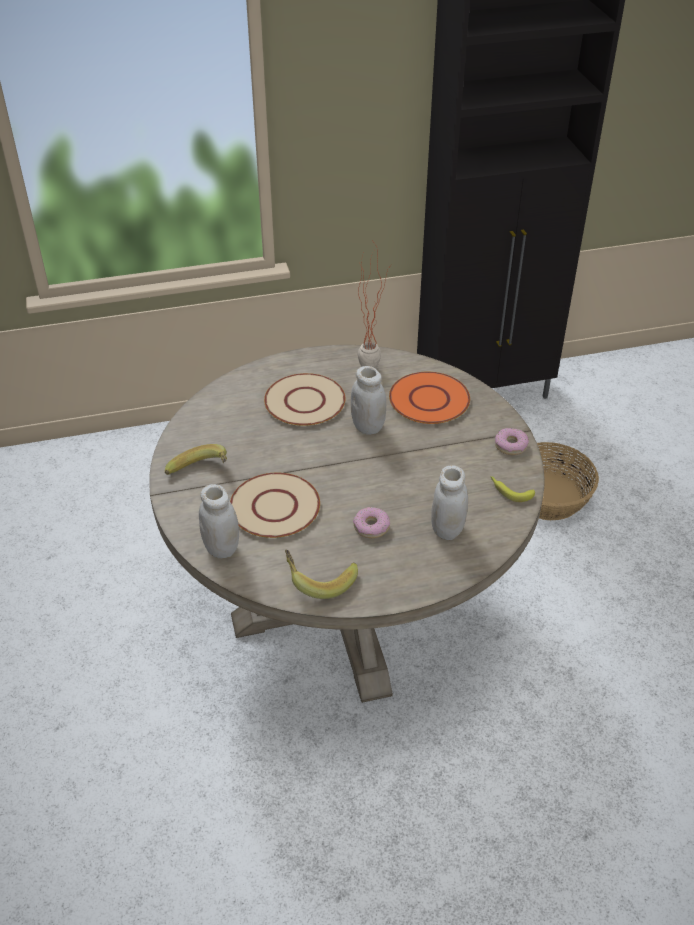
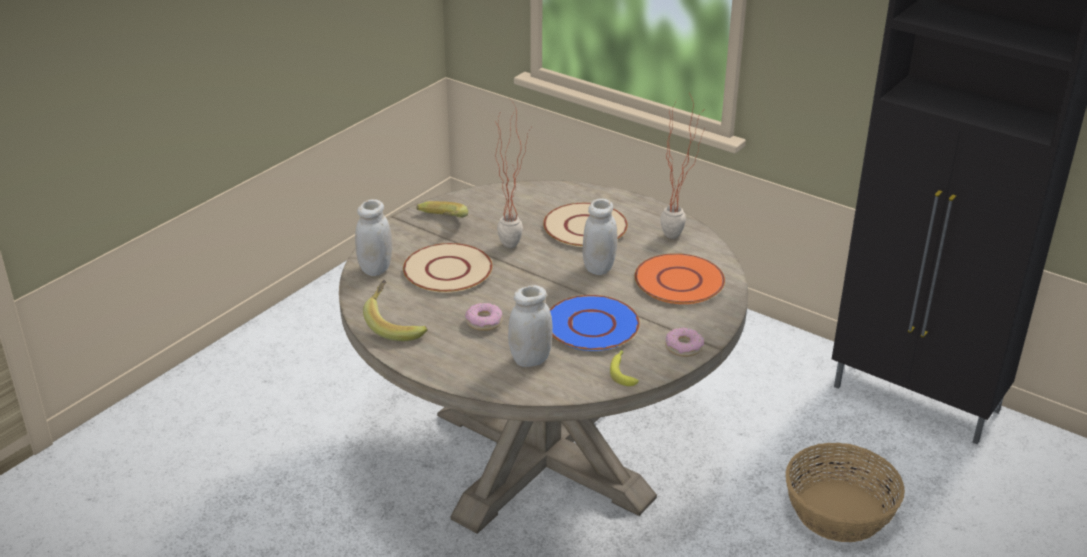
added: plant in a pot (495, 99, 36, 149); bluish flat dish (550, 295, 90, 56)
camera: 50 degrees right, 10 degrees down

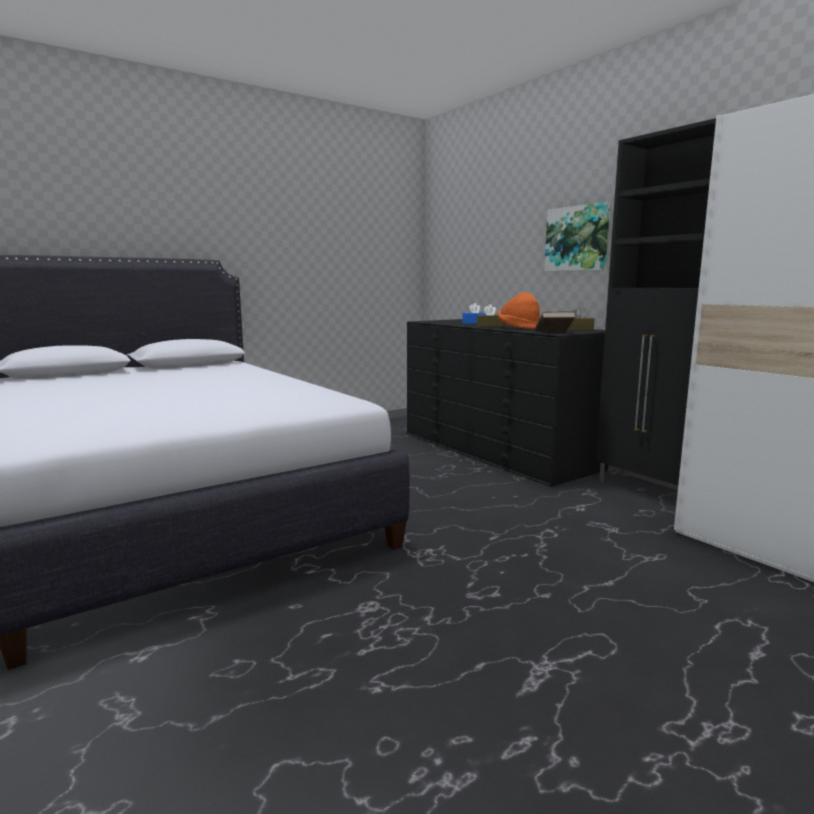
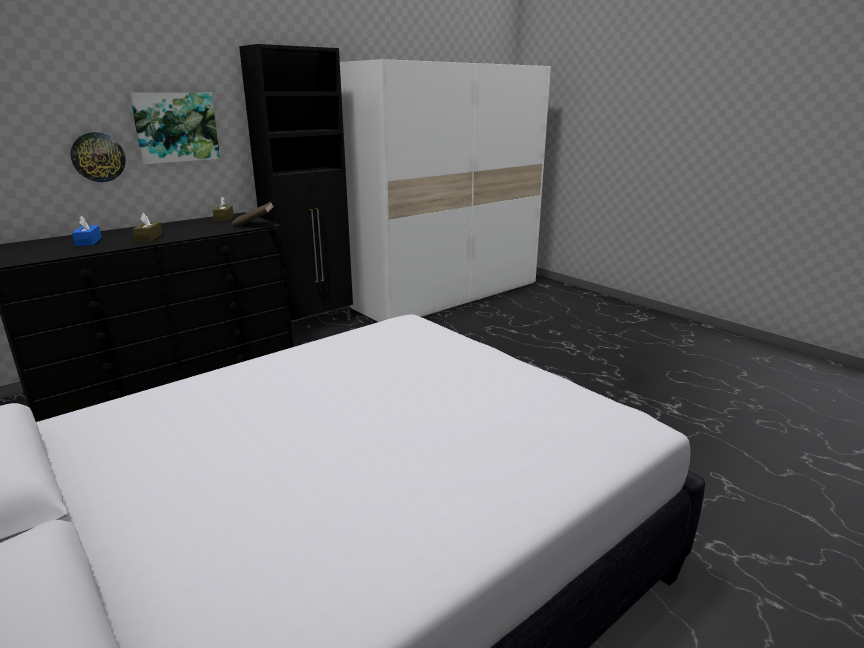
removed: orangey wearable hat (498, 292, 42, 38)
added: wall clock (70, 132, 56, 50)
camera: 95 degrees left, 10 degrees up

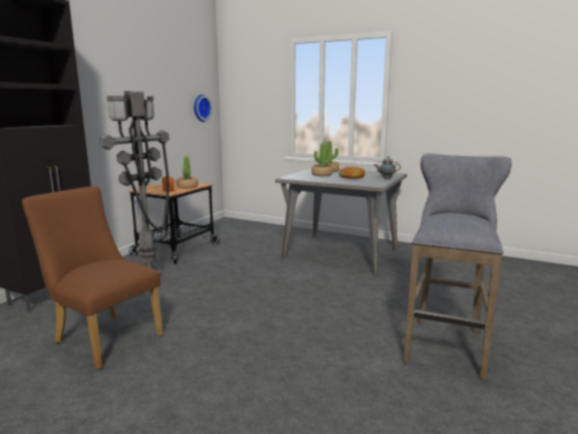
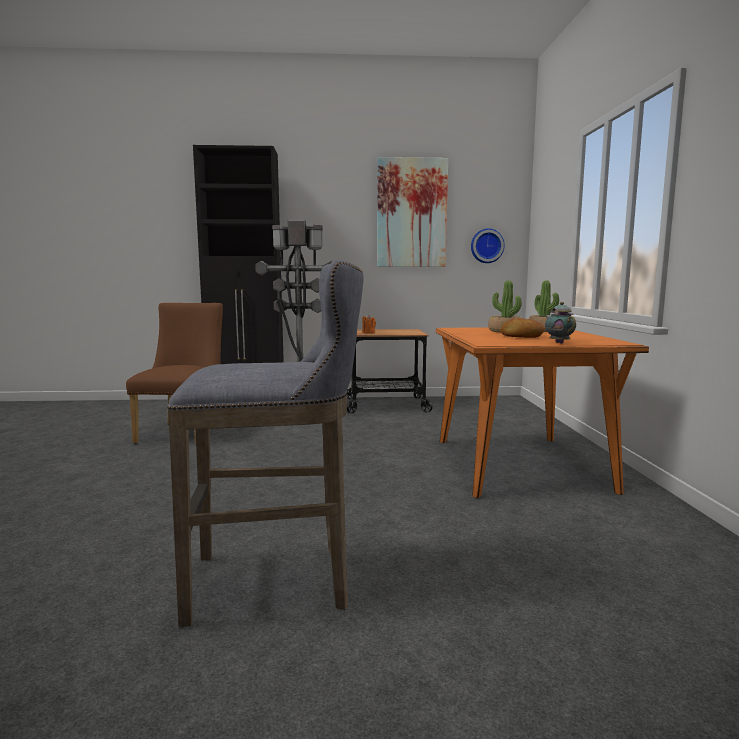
removed: plant in a pot (177, 156, 21, 33)
added: picture (377, 157, 71, 110)
recoloured: greyish kitchen table (275, 168, 132, 106) to orangey kitchen table (436, 327, 213, 171)
camera: 60 degrees right, 5 degrees down

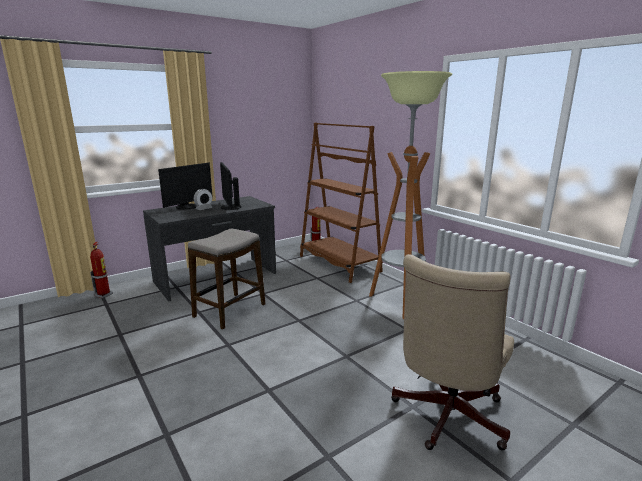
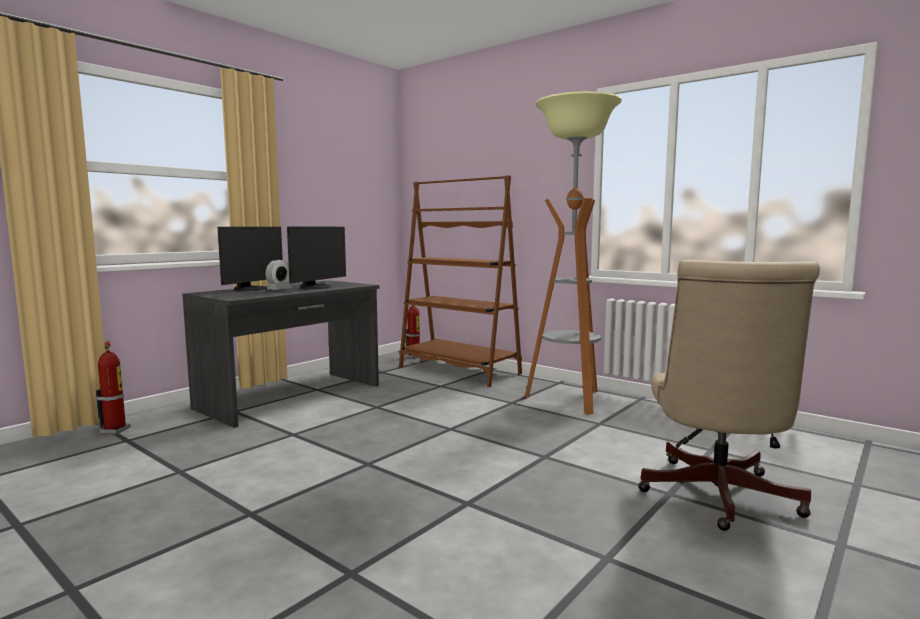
removed: sitting stool (188, 229, 77, 100)
turned: computer screen (220, 162, 21, 48) = (287, 227, 59, 62) 120 degrees counterclockwise
camera: 15 degrees left, 10 degrees down

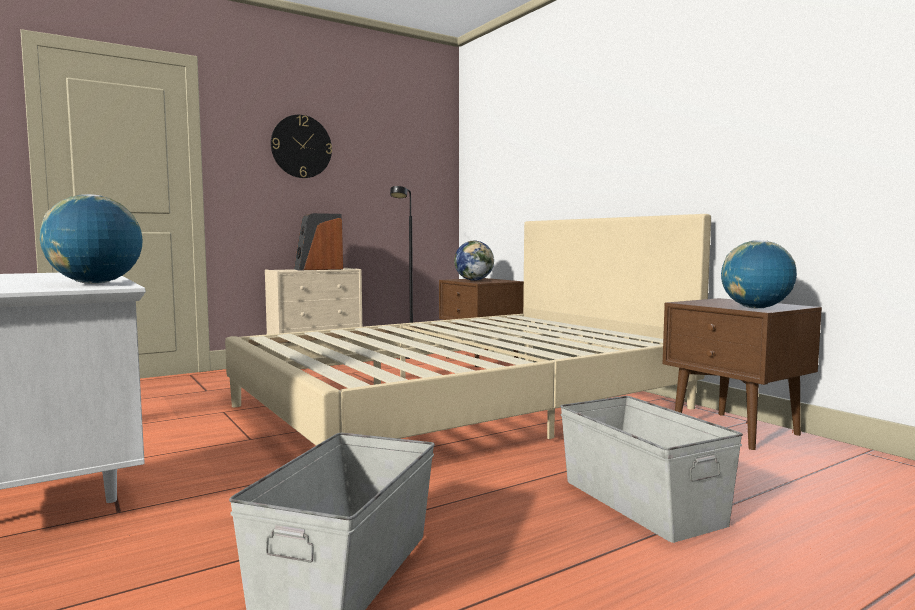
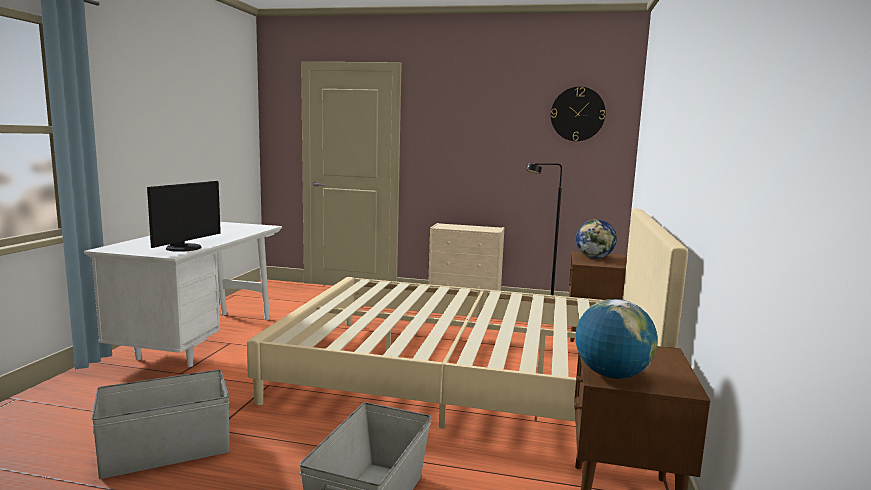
removed: loudspeaker (294, 213, 49, 57)
moved: wall clock (271, 115, 61, 63) to (551, 87, 55, 54)
replaced: globe (40, 194, 103, 90) to computer screen (147, 181, 74, 71)
camera: 45 degrees right, 5 degrees up

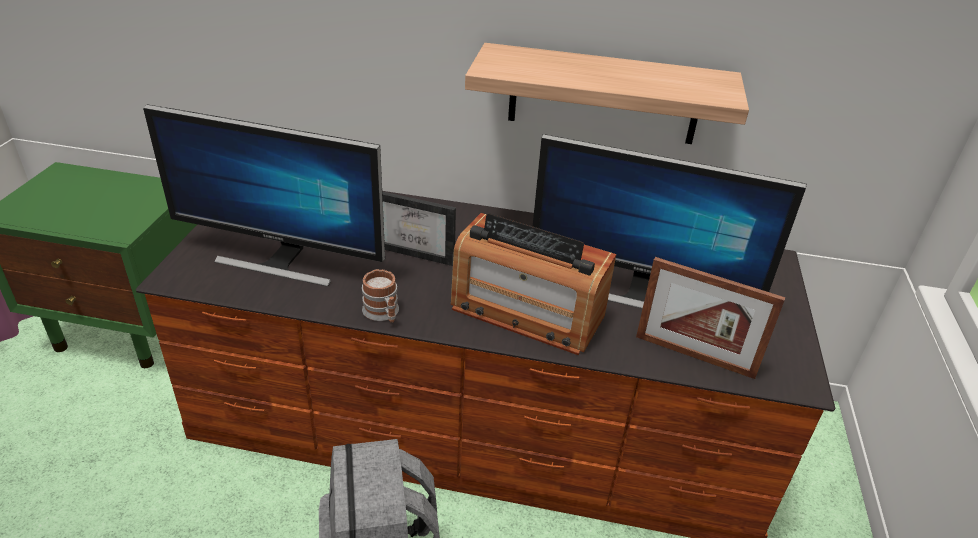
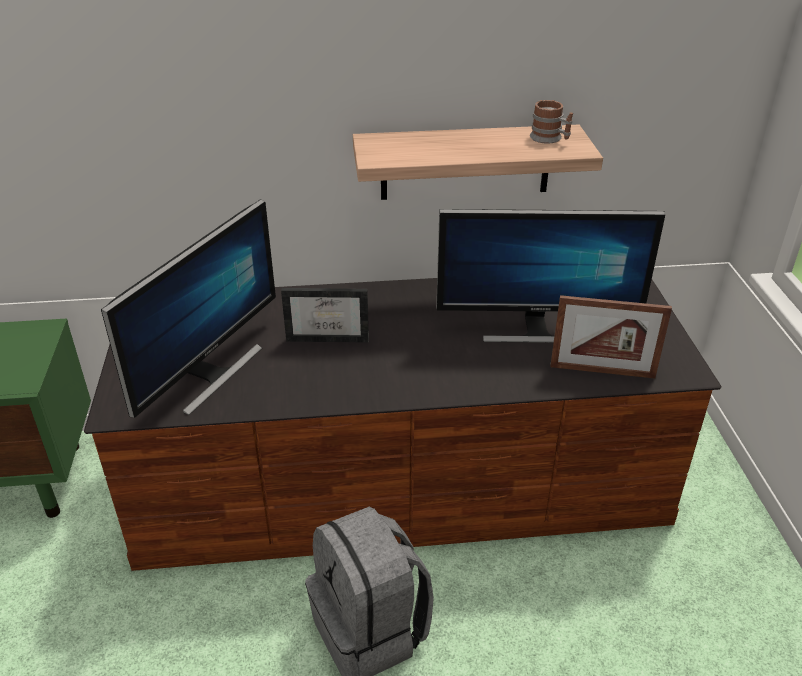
removed: radio (451, 213, 165, 142)
moved: tea mug (362, 269, 37, 54) to (530, 100, 43, 43)
turned: computer screen (143, 104, 242, 183) = (101, 199, 175, 219) 60 degrees counterclockwise
camera: 15 degrees left, 0 degrees up

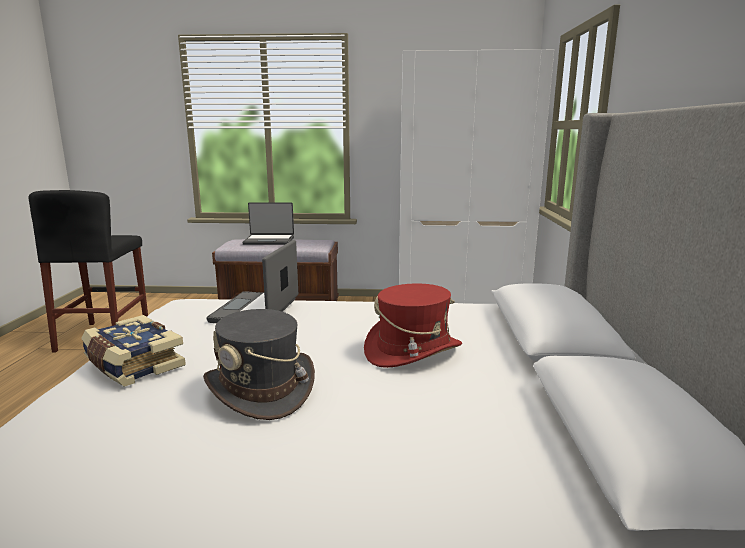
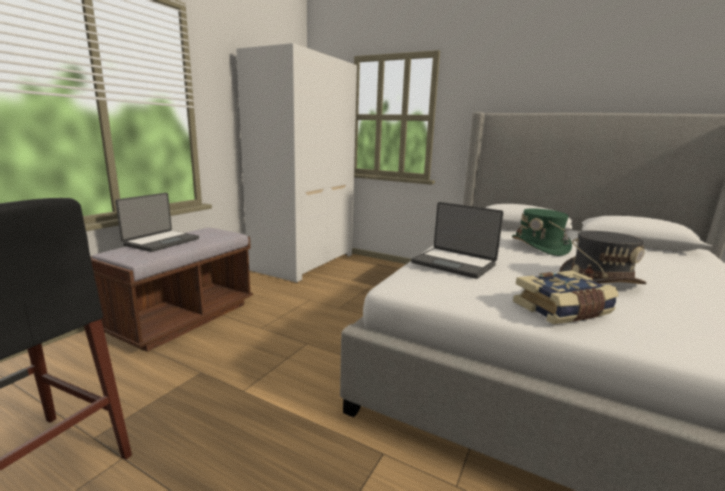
recoloured: red-coloured wearable hat (364, 283, 98, 85) to greenish wearable hat (512, 208, 60, 48)
camera: 65 degrees left, 0 degrees up

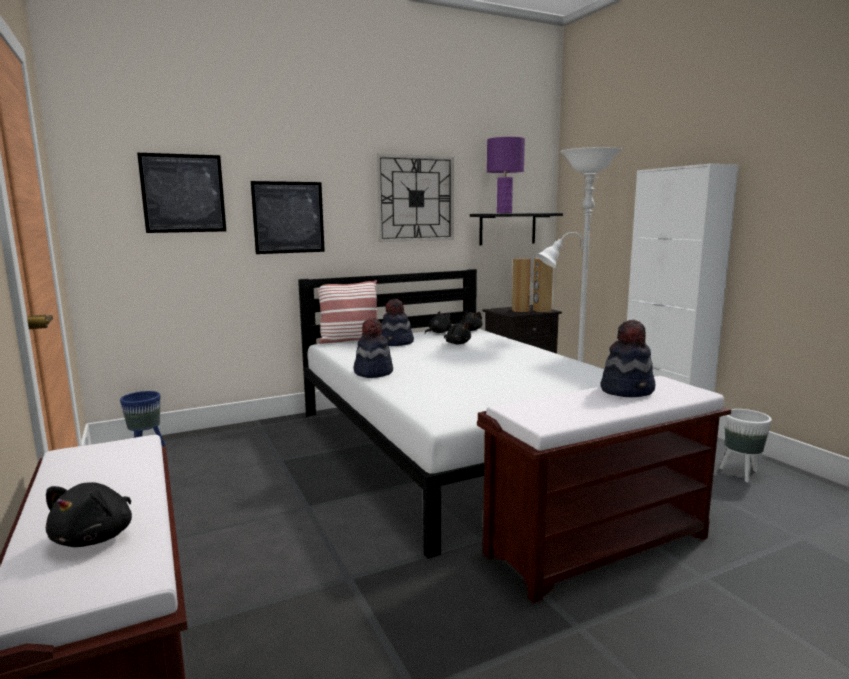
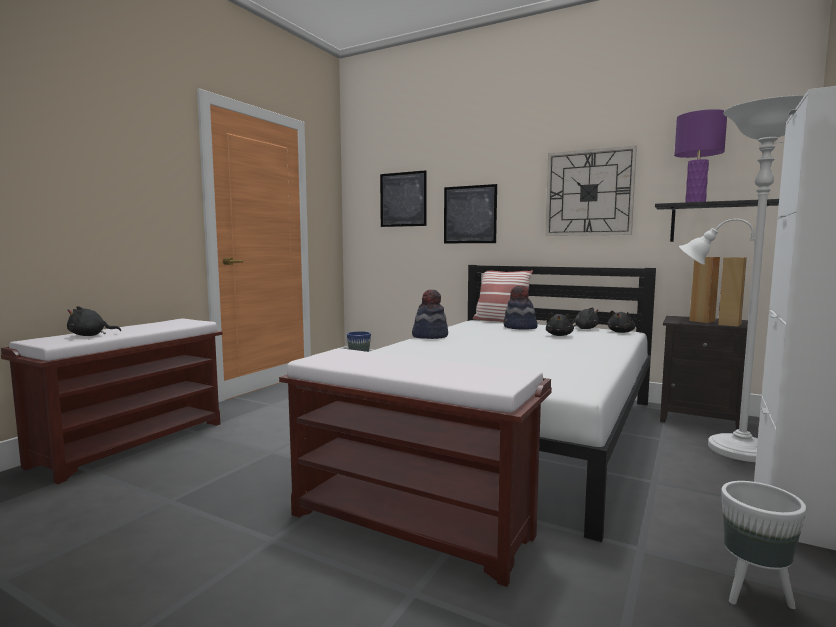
removed: wearable hat (600, 320, 56, 77)
camera: 55 degrees right, 5 degrees down

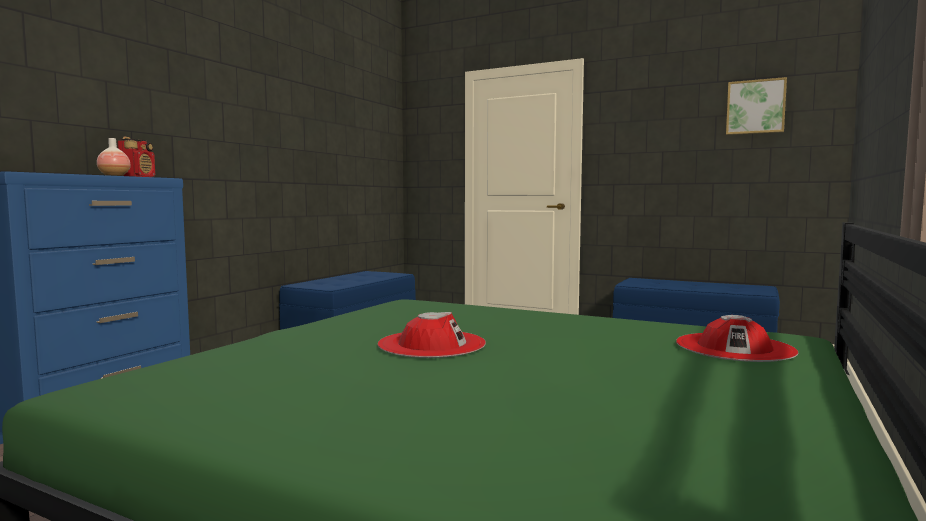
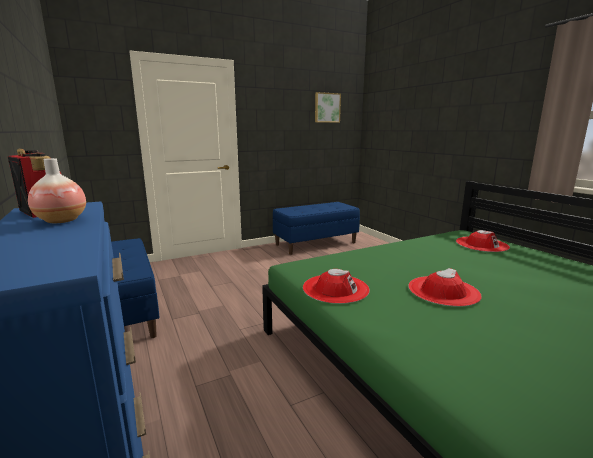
added: red-coloured wearable hat (303, 269, 67, 35)
camera: 55 degrees left, 10 degrees up

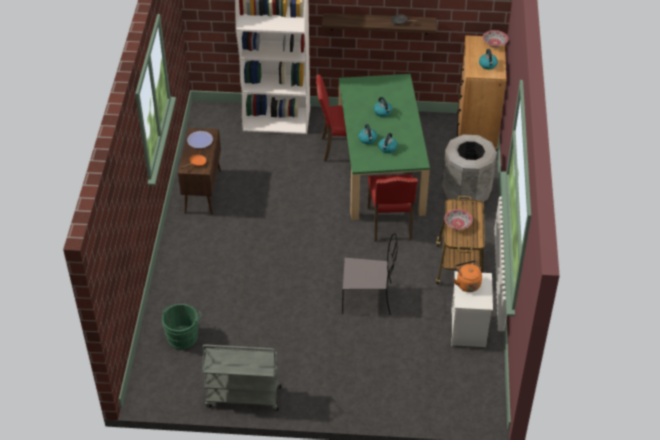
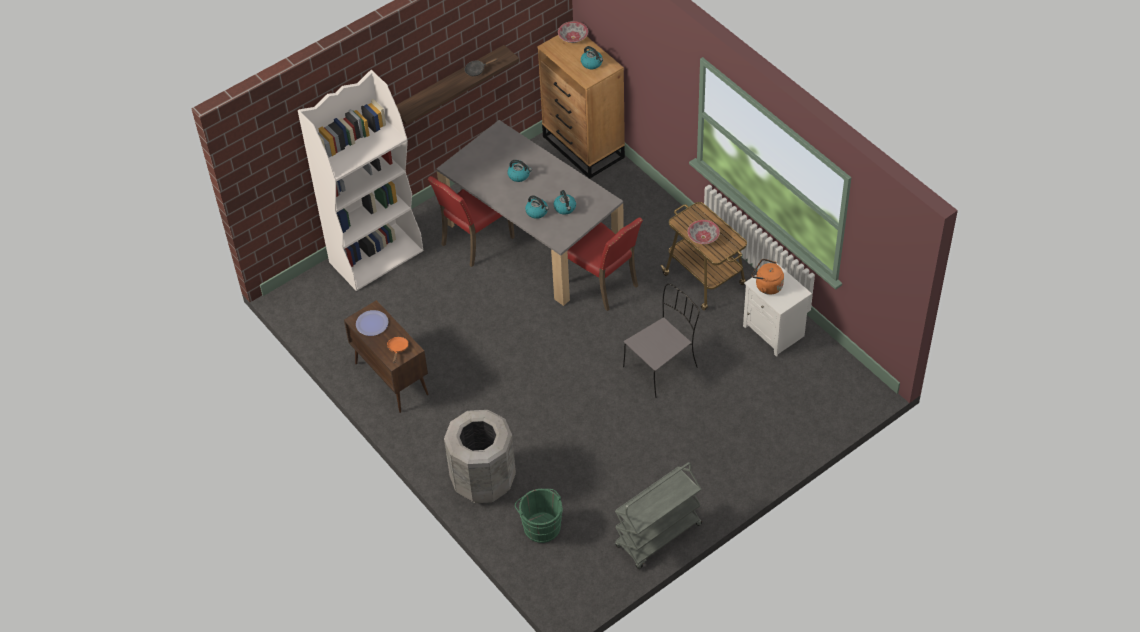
moved: greyish rubbish bin (442, 134, 55, 70) to (444, 410, 72, 93)
recoloured: greenish kitchen table (338, 74, 92, 146) to greyish kitchen table (436, 120, 188, 186)
camera: 40 degrees left, 5 degrees up

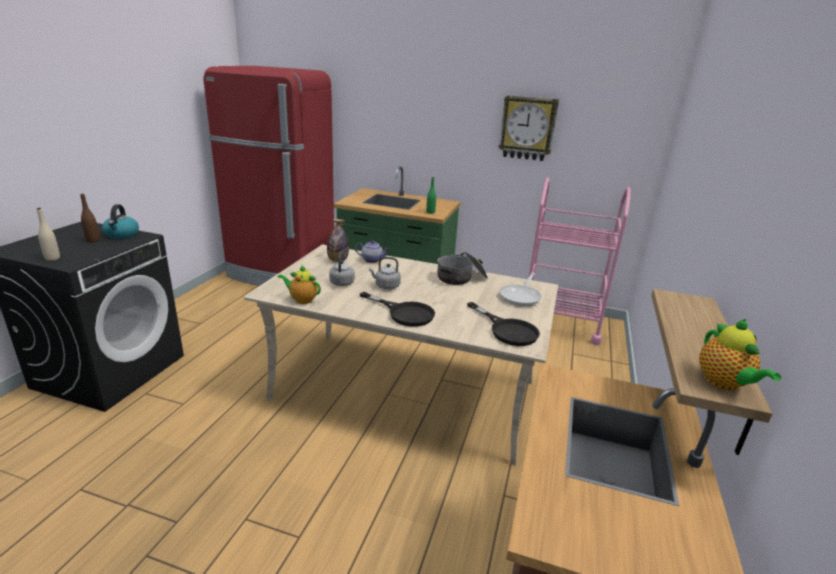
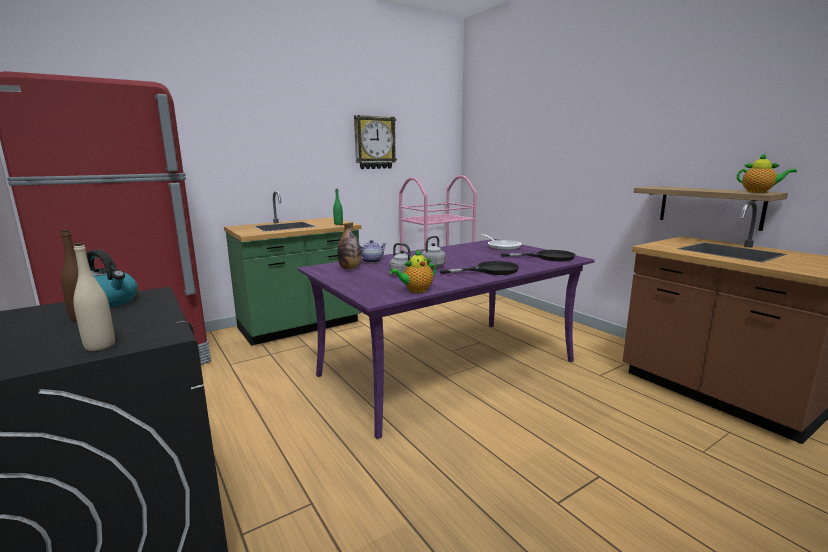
removed: cooking pot (437, 252, 51, 33)
recoloured: sand-coloured kitchen table (244, 244, 314, 222) to purple kitchen table (298, 239, 297, 200)
camera: 50 degrees left, 10 degrees down

